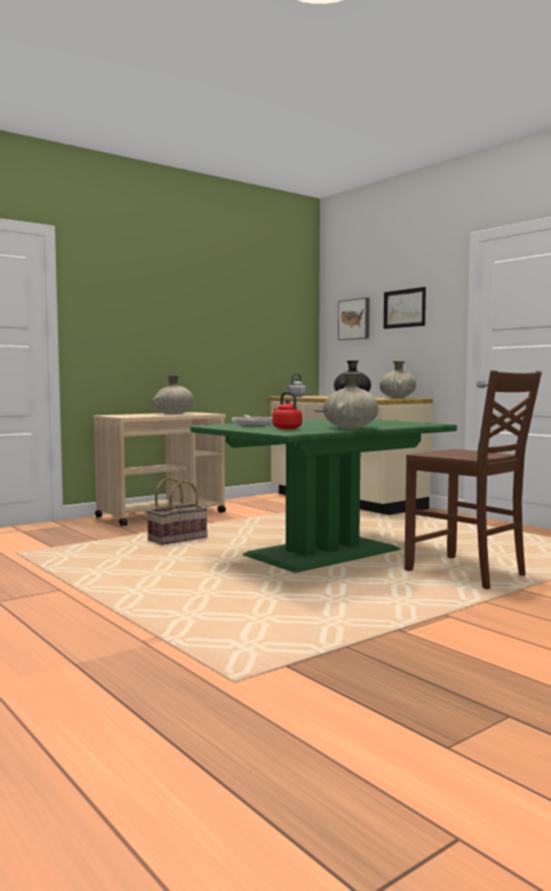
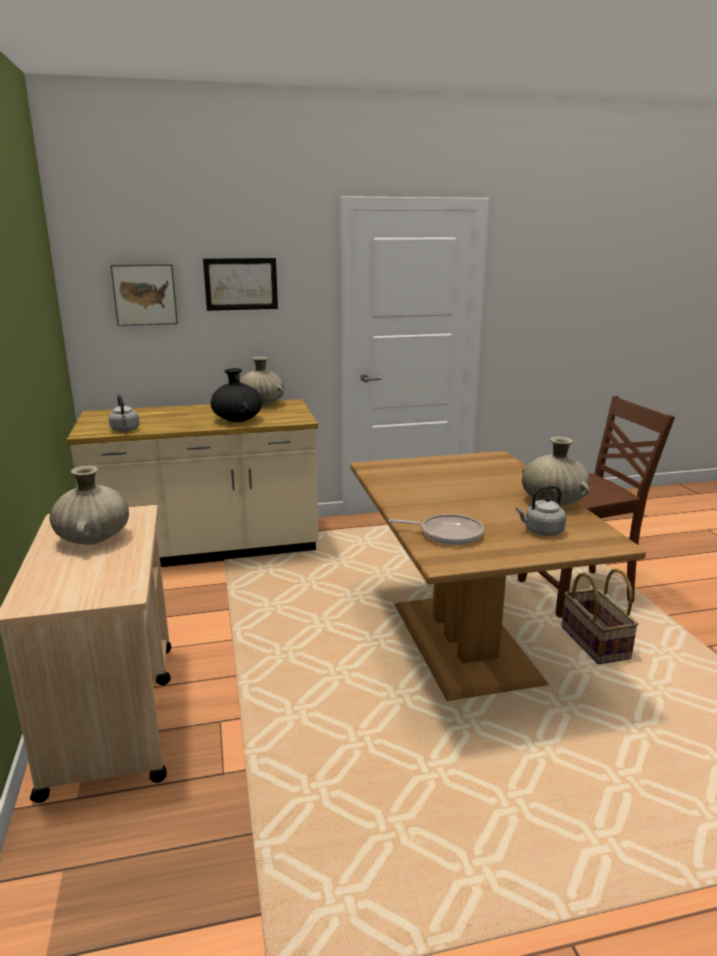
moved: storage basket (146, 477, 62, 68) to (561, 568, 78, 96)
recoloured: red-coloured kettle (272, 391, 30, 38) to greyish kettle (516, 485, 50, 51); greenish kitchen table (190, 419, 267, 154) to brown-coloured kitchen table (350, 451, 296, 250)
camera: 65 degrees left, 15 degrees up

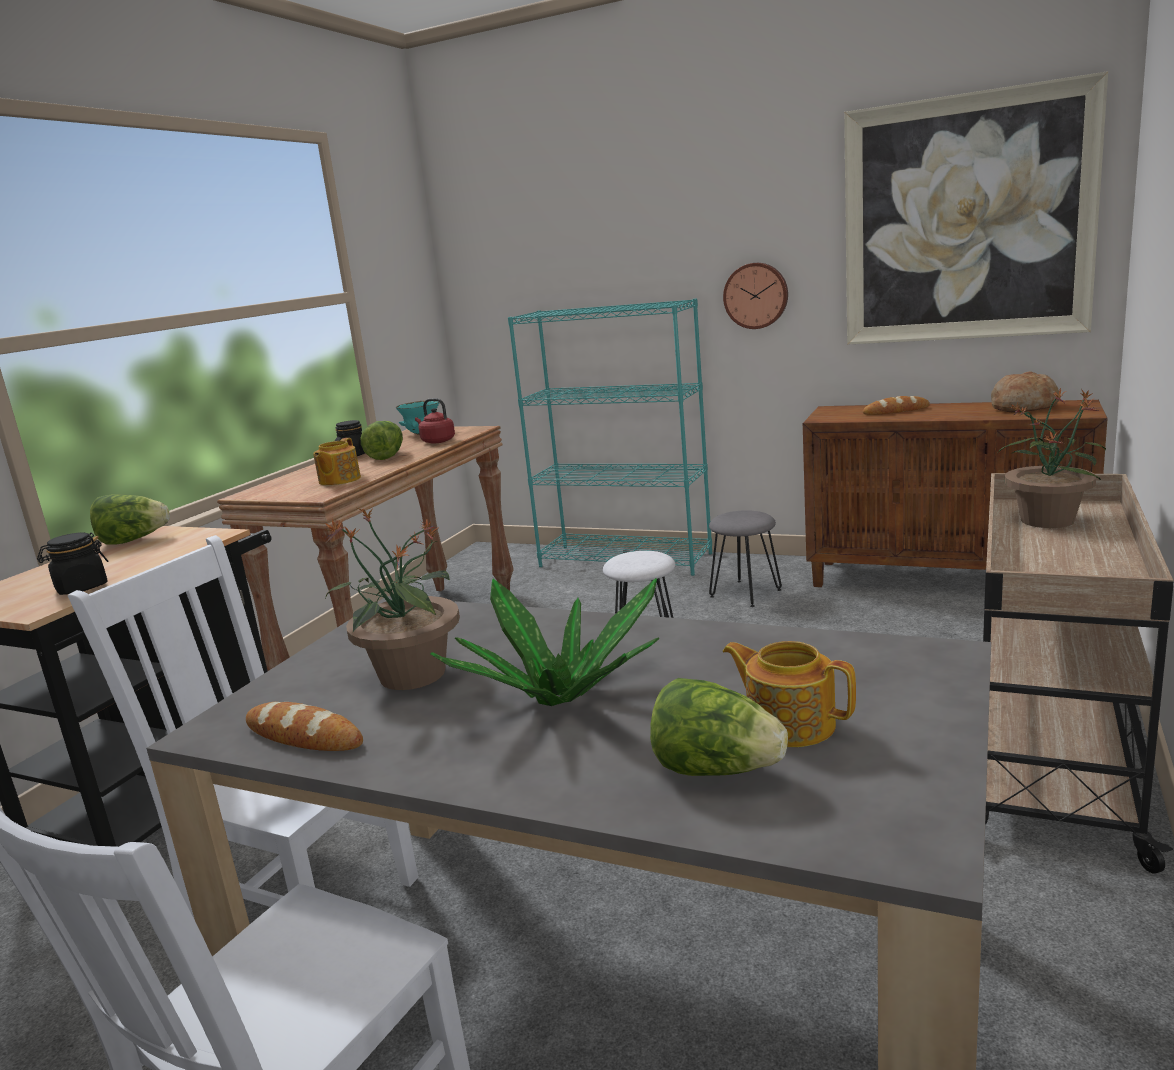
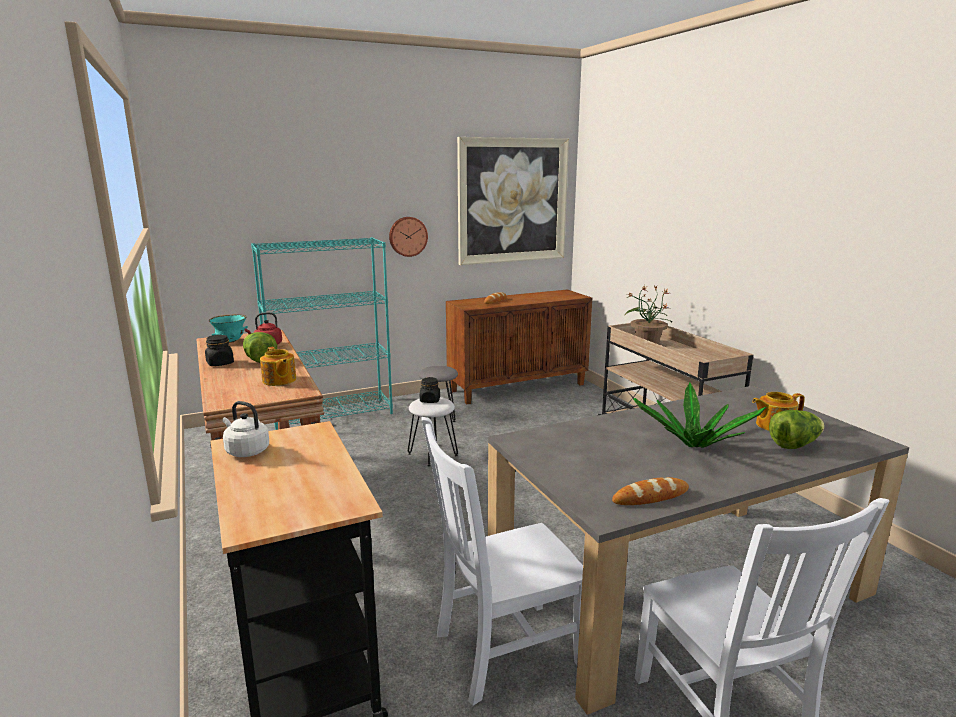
removed: bakery bread (991, 371, 68, 41); plant in a pot (325, 508, 135, 182)
moved: black preserve jar (37, 532, 71, 63) to (420, 377, 20, 26)
replaced: lettuce head (90, 494, 80, 51) to white kettle (223, 401, 46, 56)
camera: 50 degrees left, 0 degrees up

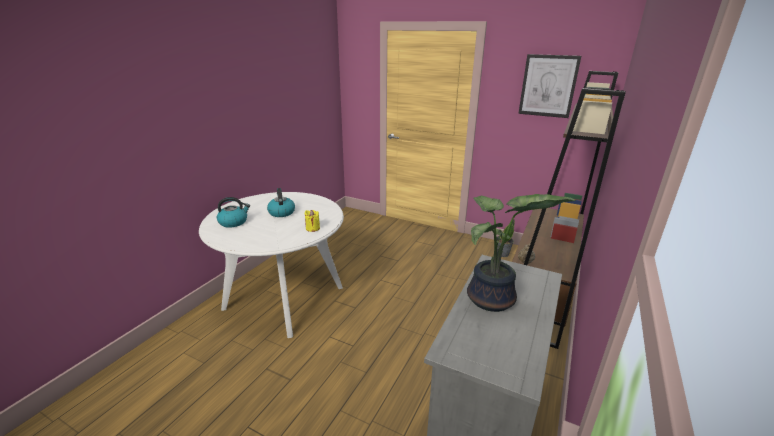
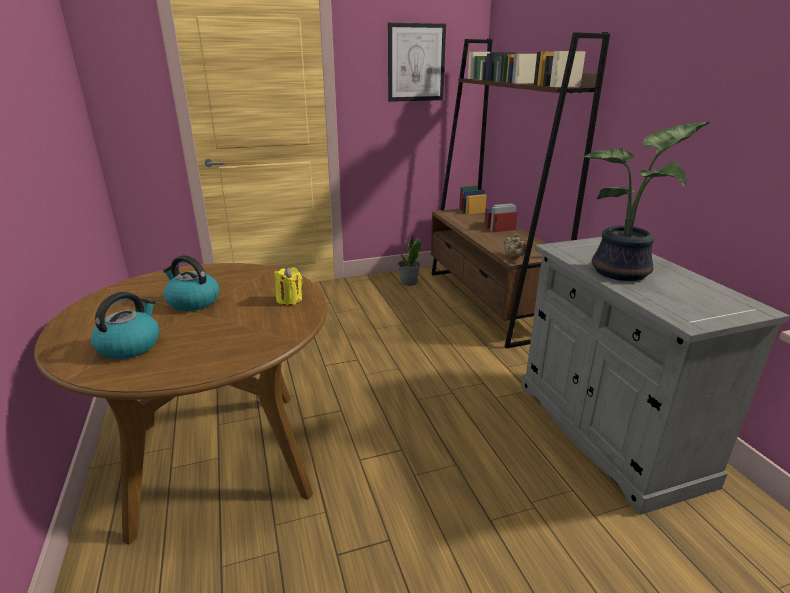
recoloured: white kitchen table (199, 192, 145, 146) to brown-coloured kitchen table (34, 263, 293, 282)
camera: 45 degrees left, 0 degrees up

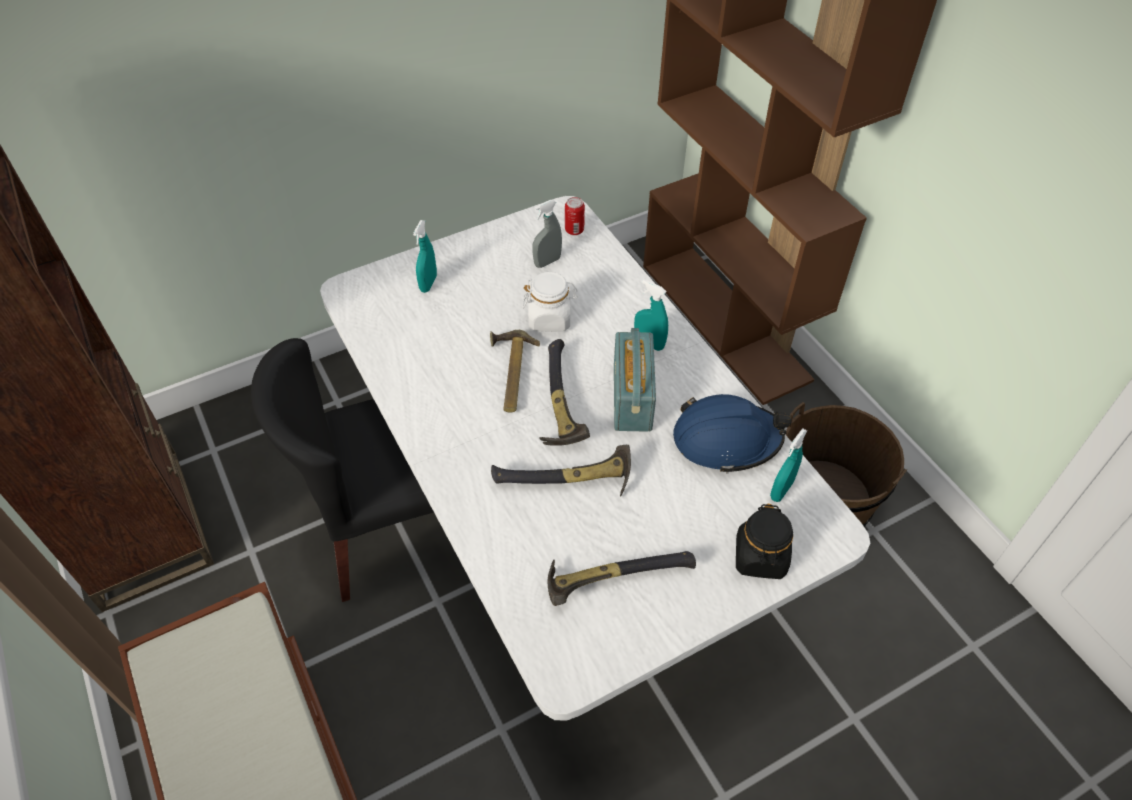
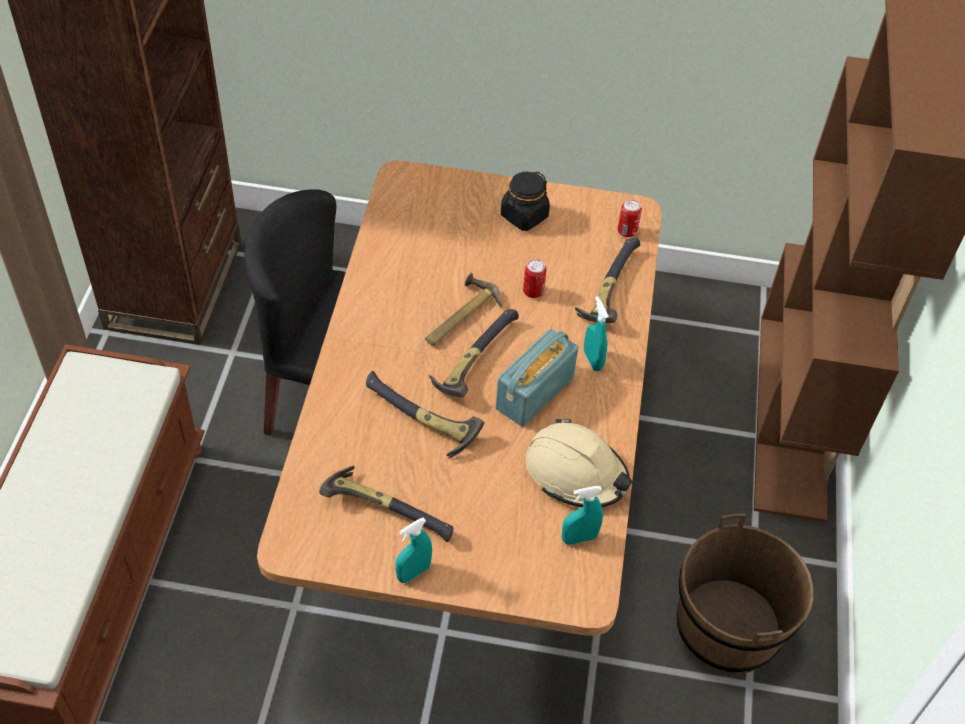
removed: greyish hand sprayer (533, 200, 29, 68)
added: hand hammer (575, 238, 65, 85)
moved: turquoise hand sprayer (413, 220, 24, 73) to (395, 518, 37, 65); black preserve jar (736, 504, 57, 75) to (501, 171, 49, 60)
replaced: white preserve jar (522, 272, 56, 60) to sealed can (523, 259, 24, 39)
recoloured: white kitchen table (320, 196, 550, 525) to brown-coloured kitchen table (257, 161, 405, 475); bluish safety helmet (673, 394, 119, 80) to sand-coloured safety helmet (526, 419, 106, 89)
camera: 35 degrees right, 0 degrees up

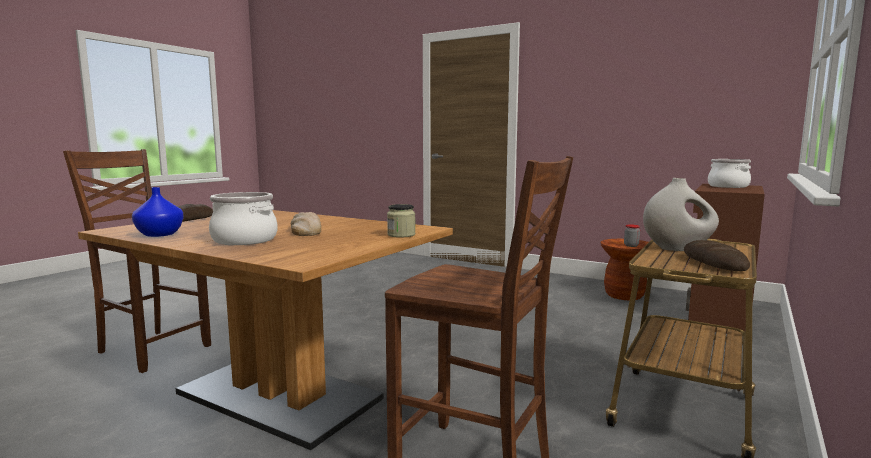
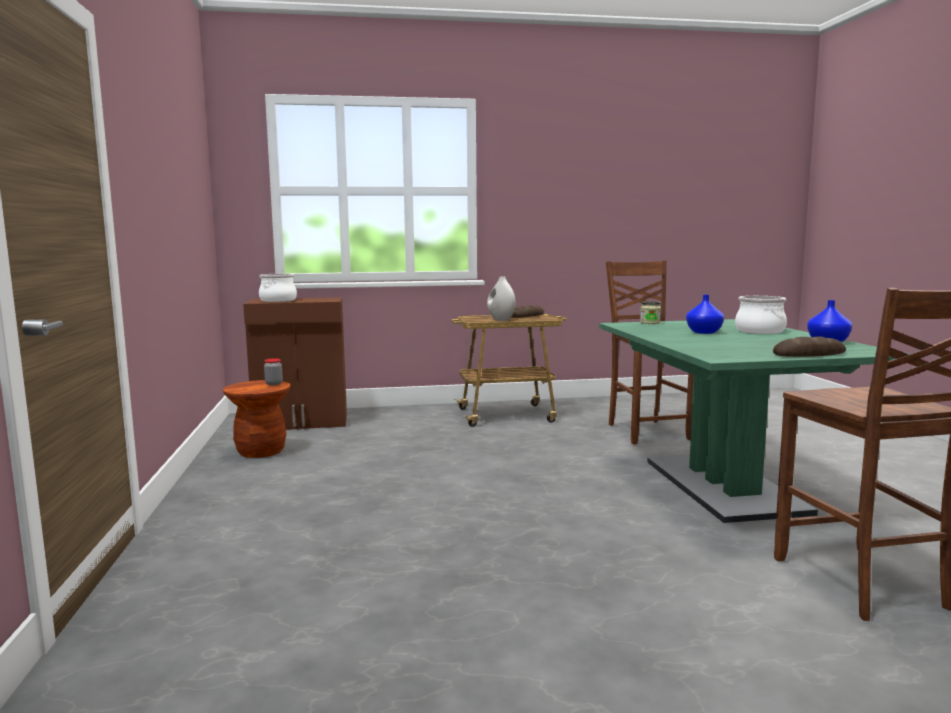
replaced: bakery bread (291, 212, 30, 24) to bluish decorative vase (686, 295, 38, 39)
recoloured: brown-coloured kitchen table (78, 210, 375, 240) to greenish kitchen table (599, 319, 310, 204)
camera: 130 degrees left, 0 degrees up

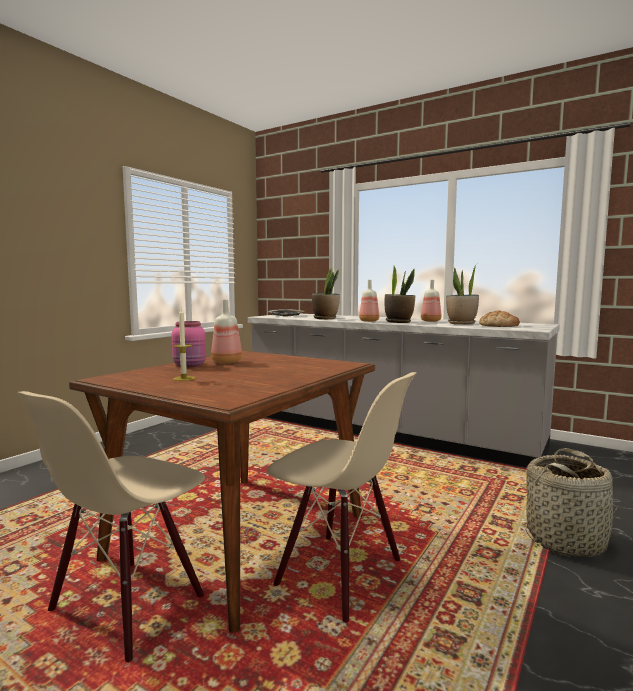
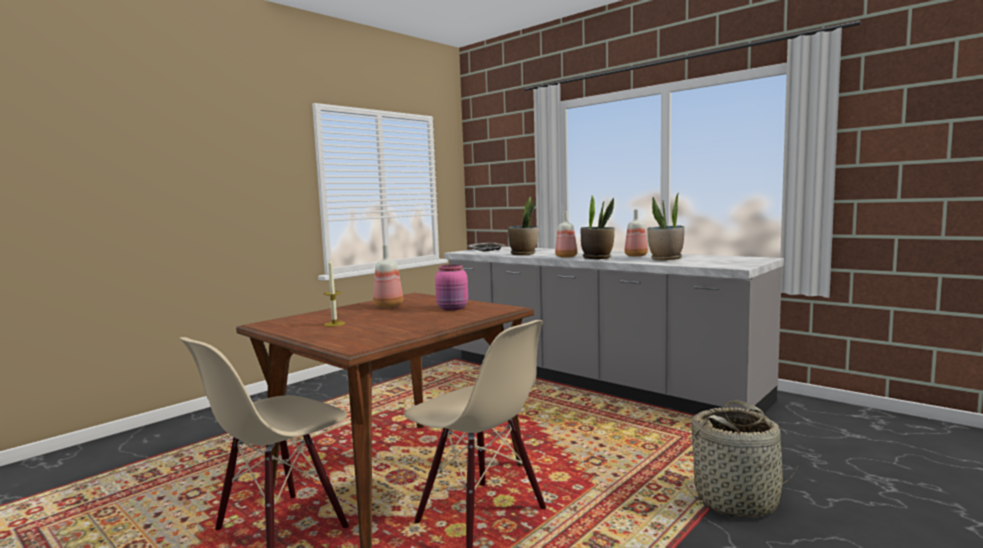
removed: bakery bread (479, 310, 41, 17)
moved: pink preserve jar (172, 321, 34, 46) to (435, 264, 33, 47)
camera: 10 degrees right, 0 degrees up

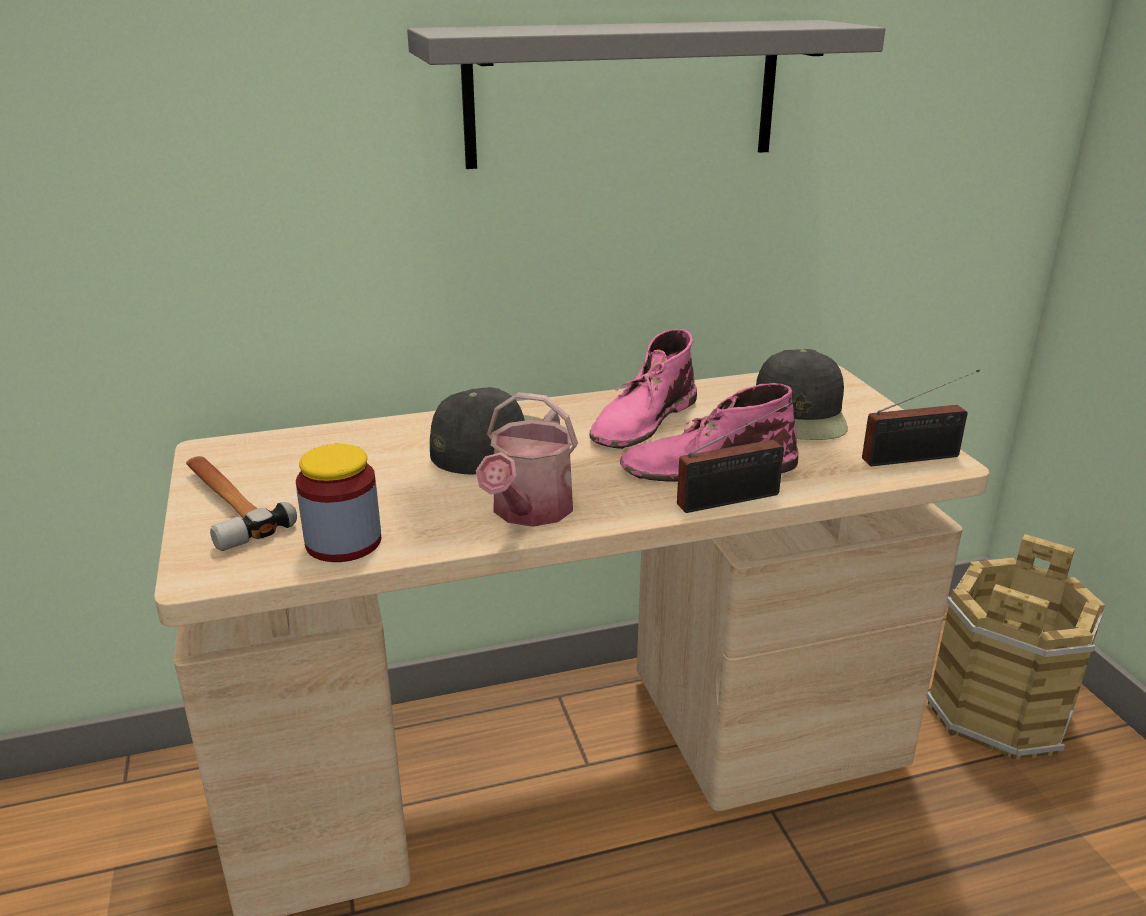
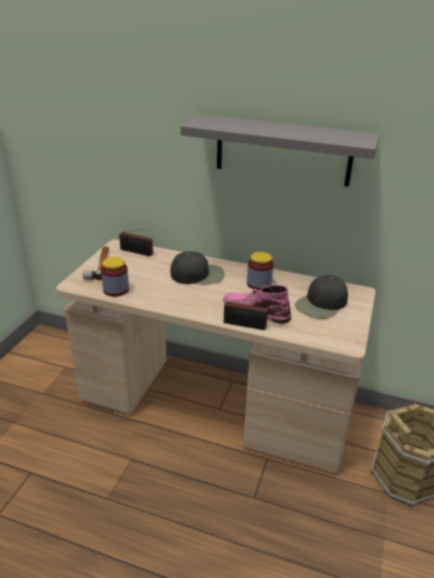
removed: watering can (476, 392, 102, 135)
moved: radio (862, 370, 118, 96) to (119, 227, 36, 30)
replaced: pink high-top boot (590, 329, 107, 120) to preserve jar (247, 252, 27, 38)
camera: 35 degrees right, 5 degrees up

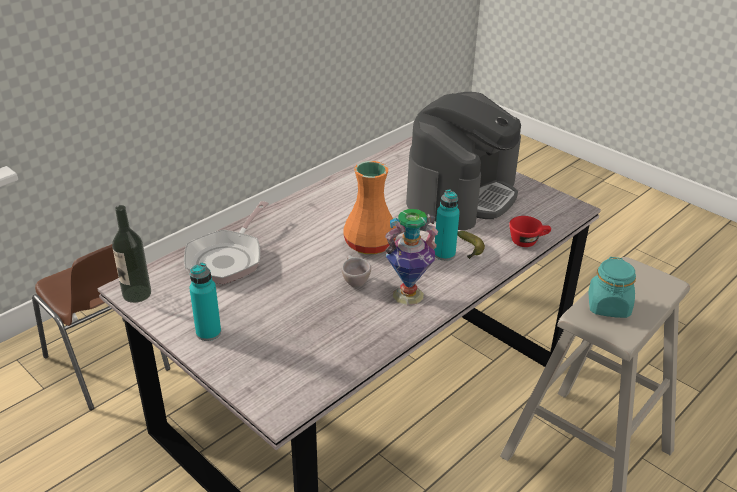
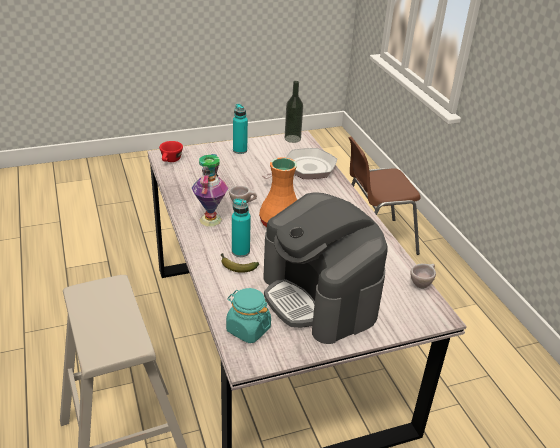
added: sand-coloured drinking cup (410, 264, 26, 25)
moved: red-coloured drinking cup (509, 216, 42, 31) to (159, 141, 24, 21); turquoise preserve jar (588, 257, 48, 61) to (226, 288, 45, 55)
turned: frying pan (184, 201, 85, 83) = (262, 148, 75, 31) 90 degrees clockwise
camera: 115 degrees right, 0 degrees up

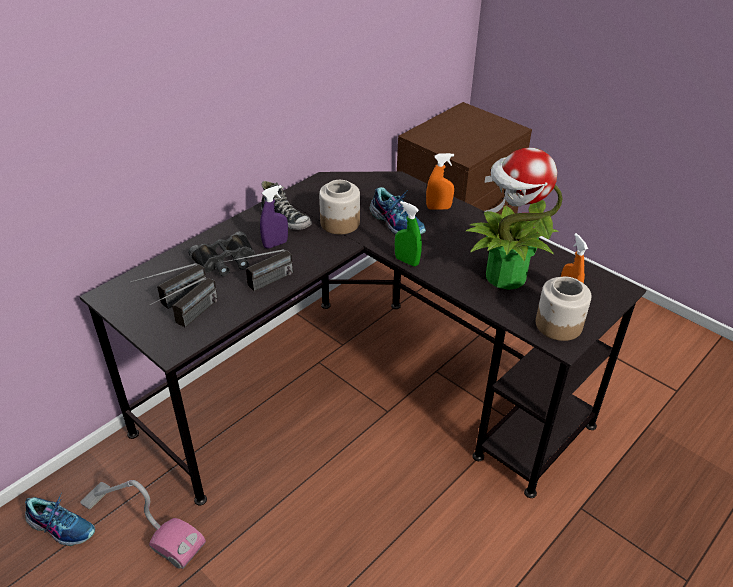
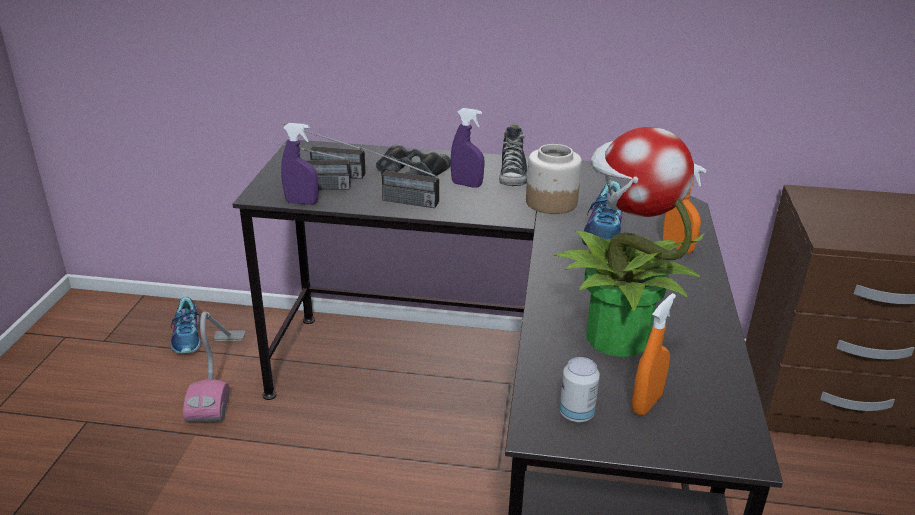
removed: greenish hand sprayer (395, 201, 27, 65)
added: purple hand sprayer (281, 123, 38, 82)
replaced: preserve jar (536, 277, 56, 64) to sealed can (559, 357, 41, 65)
camera: 55 degrees right, 10 degrees down

